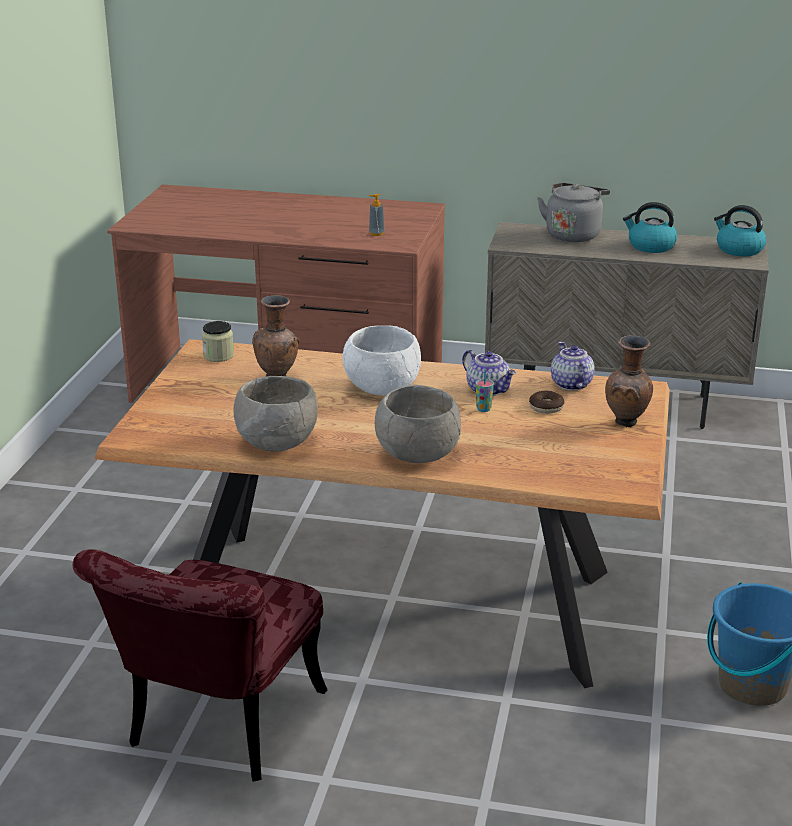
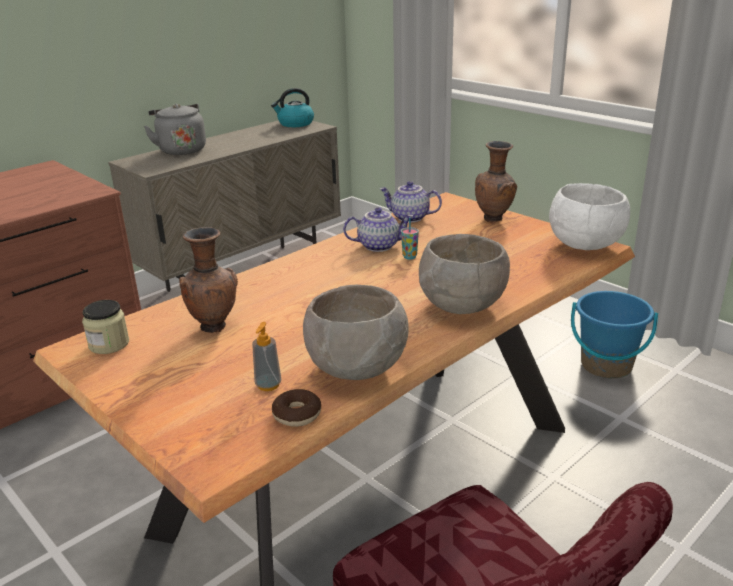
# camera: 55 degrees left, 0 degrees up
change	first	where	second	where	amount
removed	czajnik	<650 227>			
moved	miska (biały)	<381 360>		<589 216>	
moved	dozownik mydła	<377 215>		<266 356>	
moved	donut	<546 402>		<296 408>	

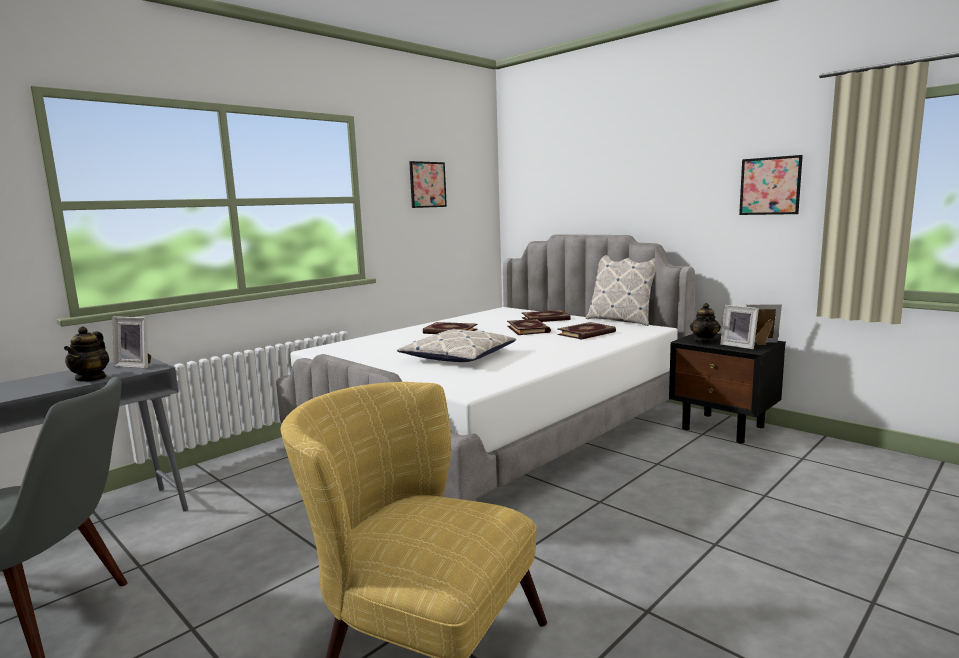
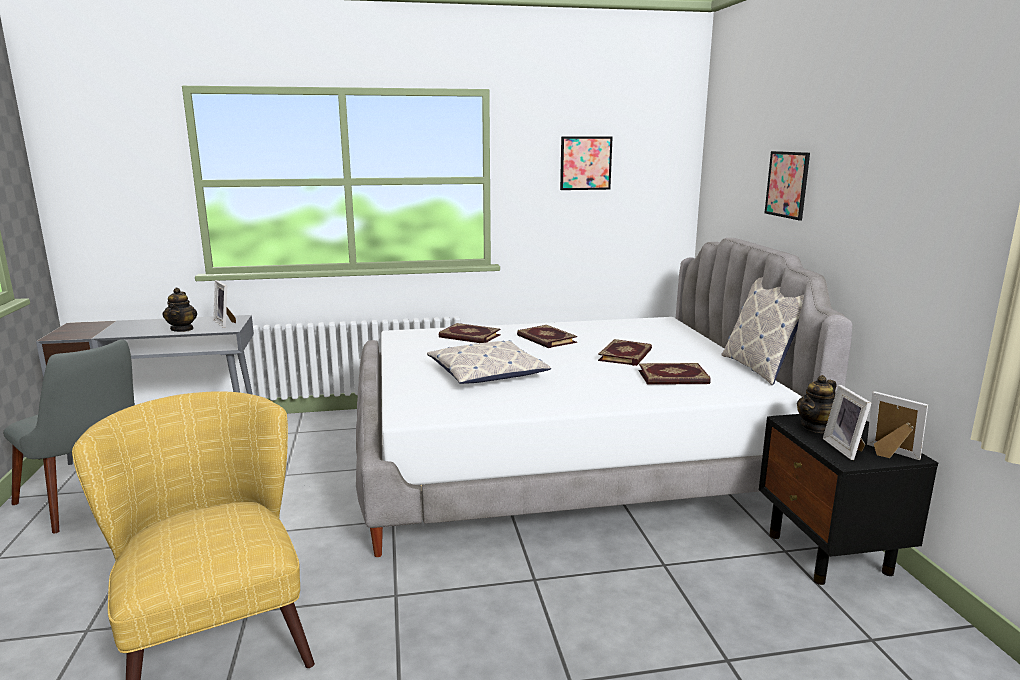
# camera: 35 degrees right, 5 degrees up
change	first	where	second	where	amount
moved	książka	<546 316>		<470 333>	
moved	obraz	<771 185>		<787 185>	
turned	imbryk	<86 354>		<180 310>	45 degrees counterclockwise

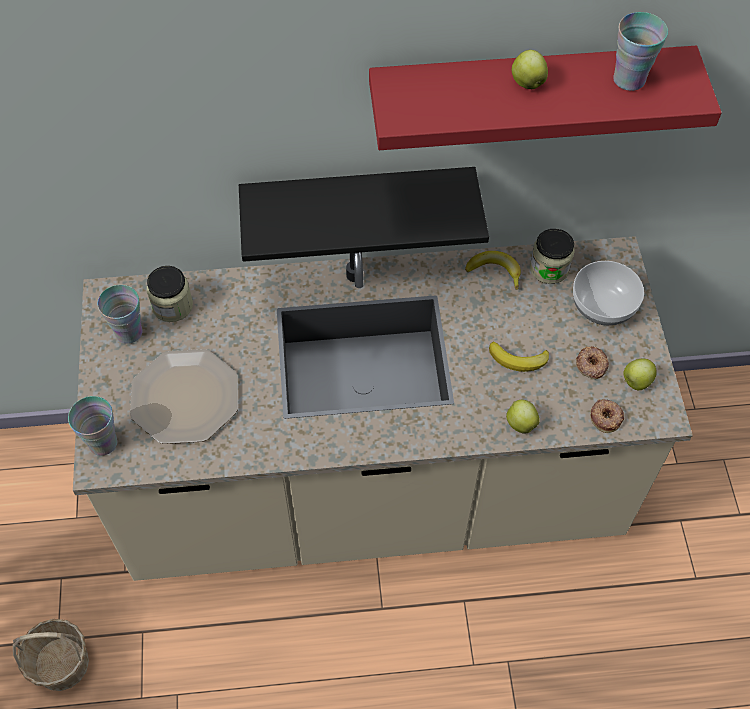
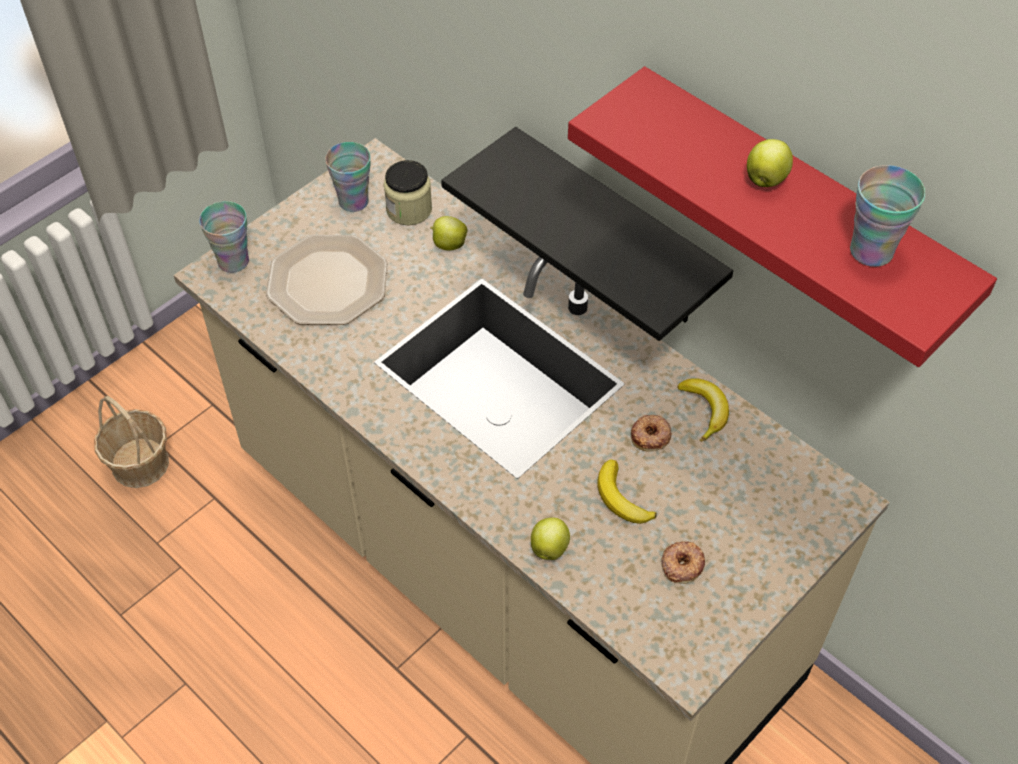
# camera: 50 degrees right, 5 degrees down
change	first	where	second	where	amount
removed	słoik	<552 256>			
removed	miska	<608 293>			
moved	donut	<607 416>		<651 433>	
moved	jabłko	<640 374>		<449 233>	

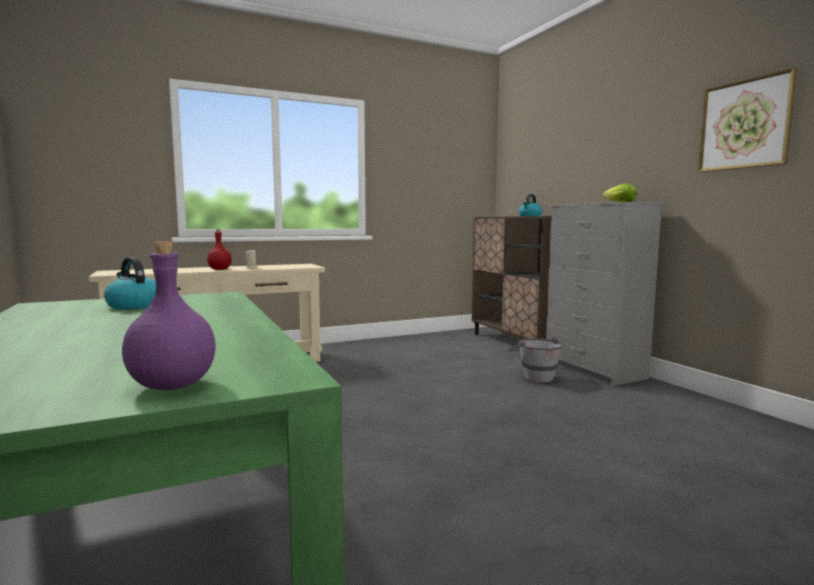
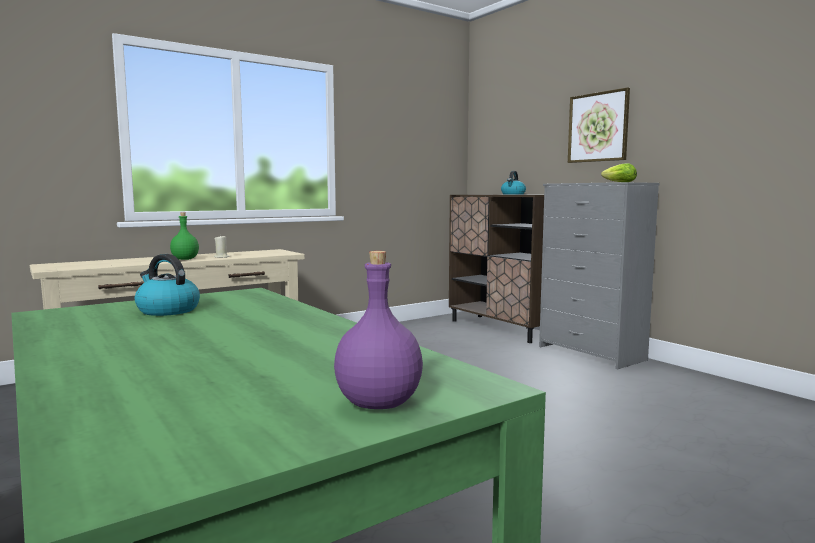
# camera: 10 degrees left, 0 degrees up
change	first	where	second	where	amount
removed	wiadro (szary)	<535 359>			
moved	obraz	<748 120>		<599 125>	
recoloured	butelka (czerwony)	<219 249>	butelka (zielony)	<184 236>	

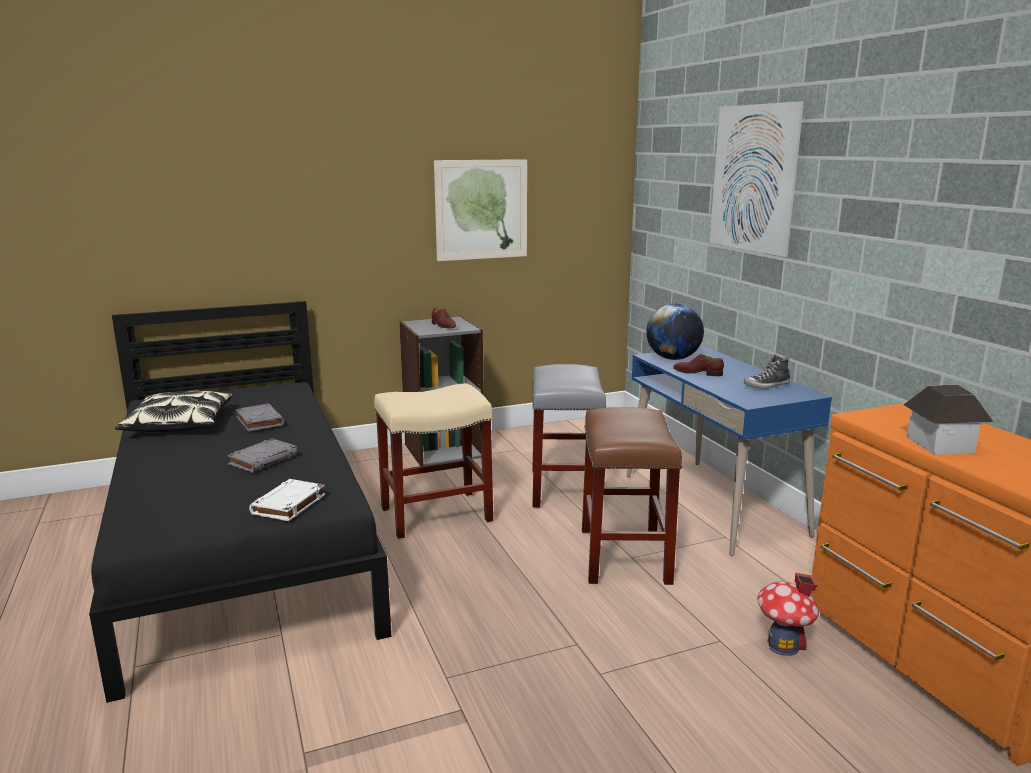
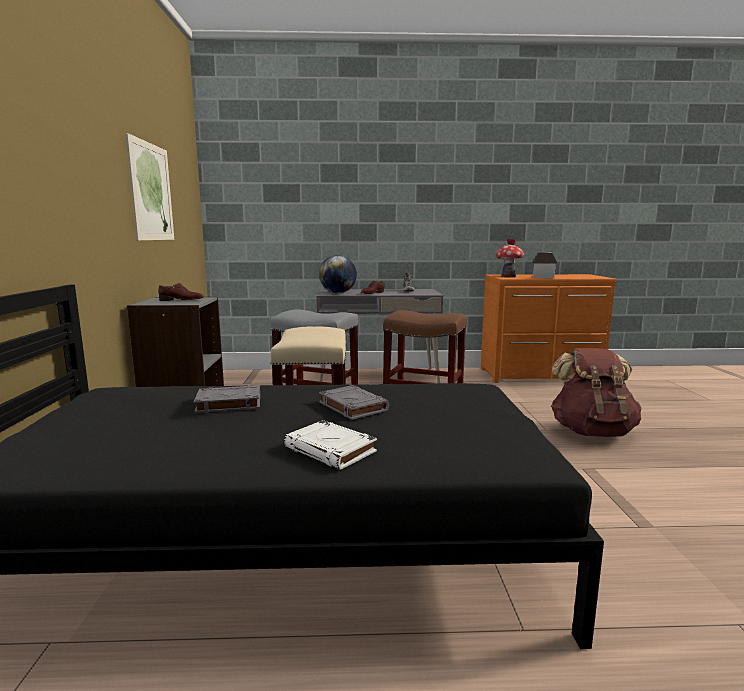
# camera: 70 degrees left, 5 degrees down
change	first	where	second	where	amount
removed	poduszka	<174 411>			
removed	obraz	<756 179>			
added			plecak (brązowy)	<596 392>	
moved	książka (biały)	<287 500>		<330 445>	
moved	domek	<788 614>		<510 258>	
recoloured	biurko (niebieski)	<729 451>	biurko (szary)	<380 336>	

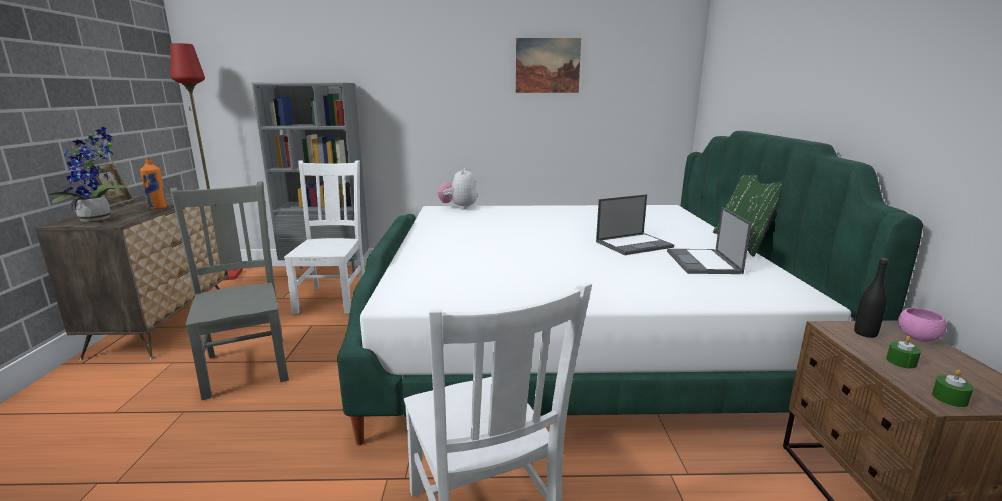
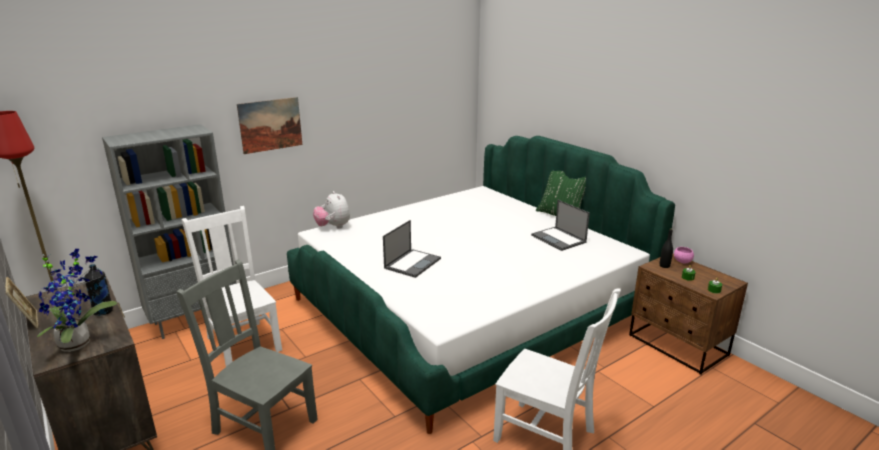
# camera: 35 degrees left, 5 degrees up
change	first	where	second	where	amount
moved	obraz	<548 65>		<269 125>	
moved	laptop	<635 224>		<412 249>	
recoloured	butelka (pomarańczowy)	<153 184>	butelka (czarny)	<98 290>	

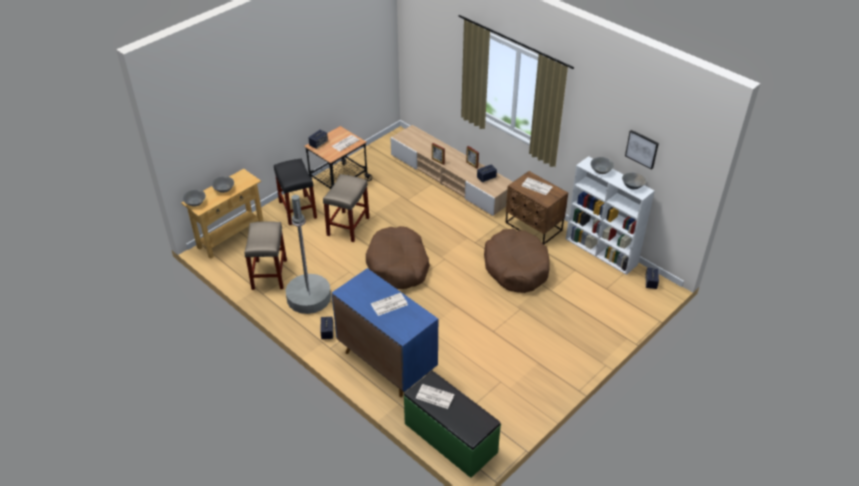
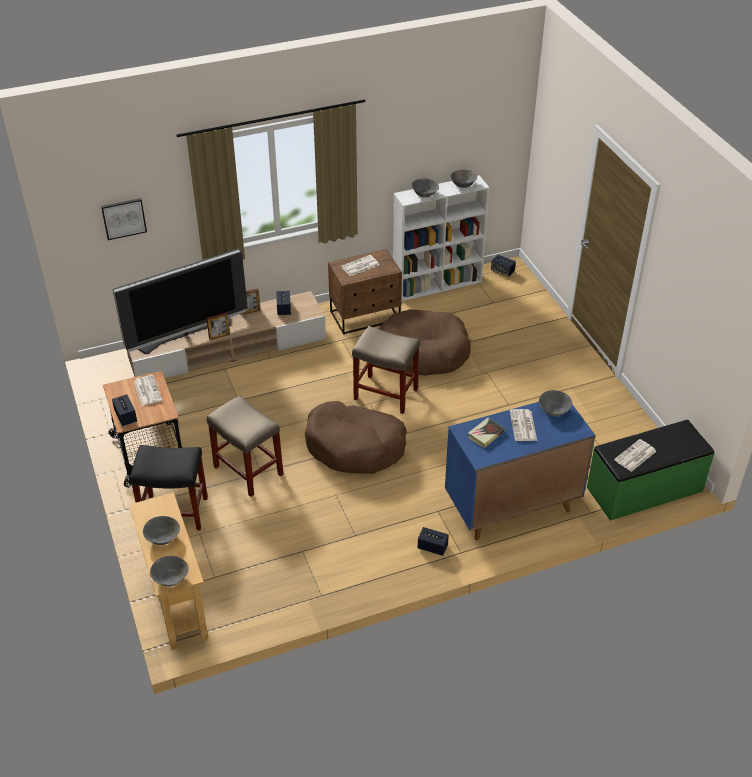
# camera: 65 degrees left, 0 degrees up
change	first	where	second	where	amount
removed	lampa stojąca (szary)	<308 254>			
added			telewizor	<180 301>	
added			książka	<486 433>	
added			miska (szary)	<555 403>	
moved	stołek (beżowy)	<266 255>		<386 370>	
moved	obraz	<642 149>		<124 219>	

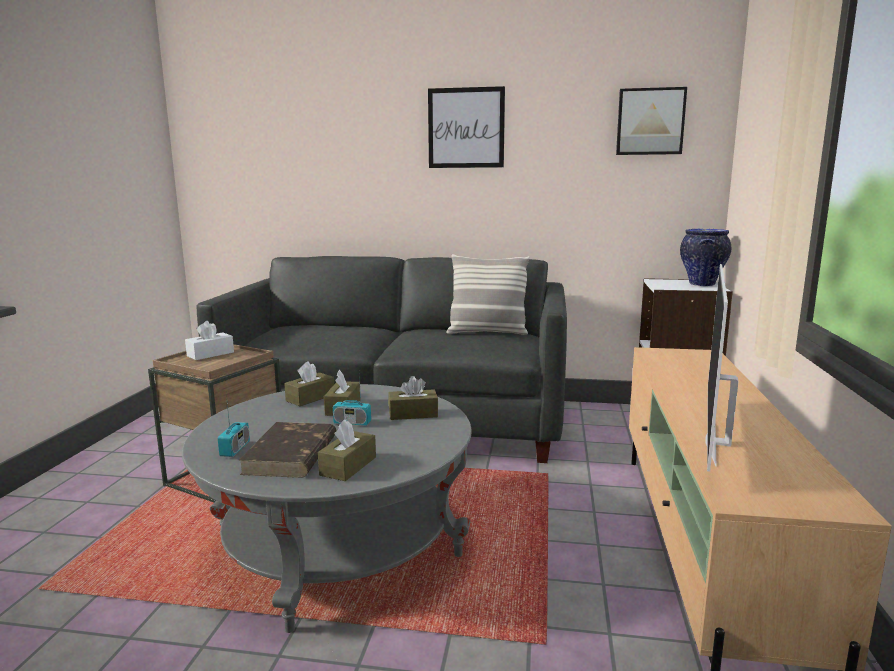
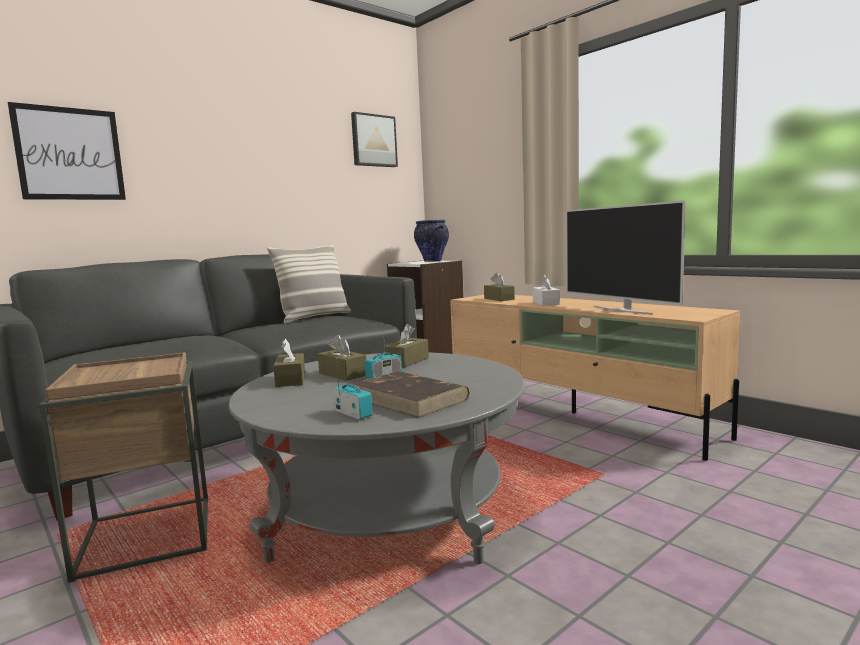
# camera: 50 degrees left, 5 degrees down
change	first	where	second	where	amount
moved	pudełko chusteczek (biały)	<209 340>		<546 290>	
moved	pudełko chusteczek (brązowy)	<347 450>		<499 287>	
moved	obraz	<466 127>		<67 151>	

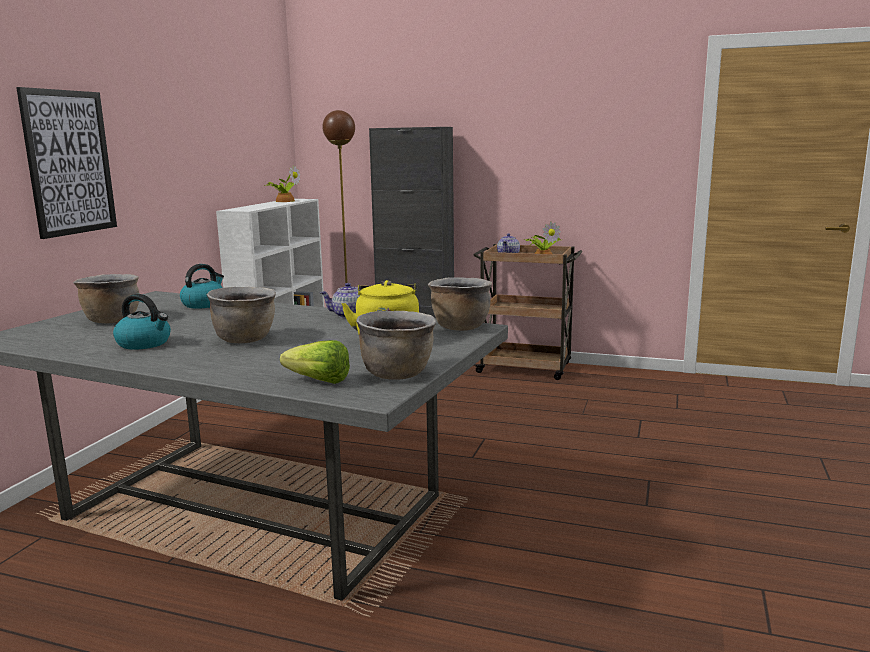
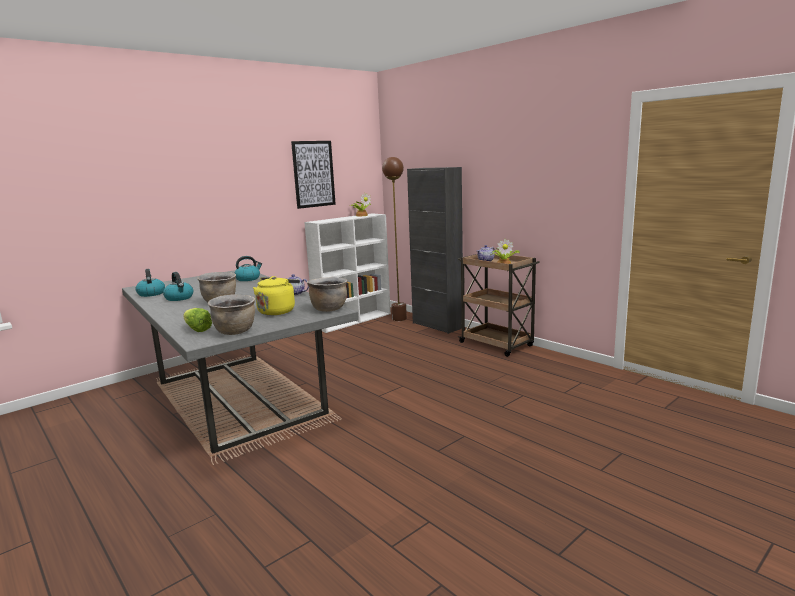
# camera: 30 degrees right, 0 degrees up
change	first	where	second	where	amount
removed	garnek (brązowy)	<106 298>			
added			czajnik	<150 283>	
moved	obraz	<66 163>		<313 175>	

